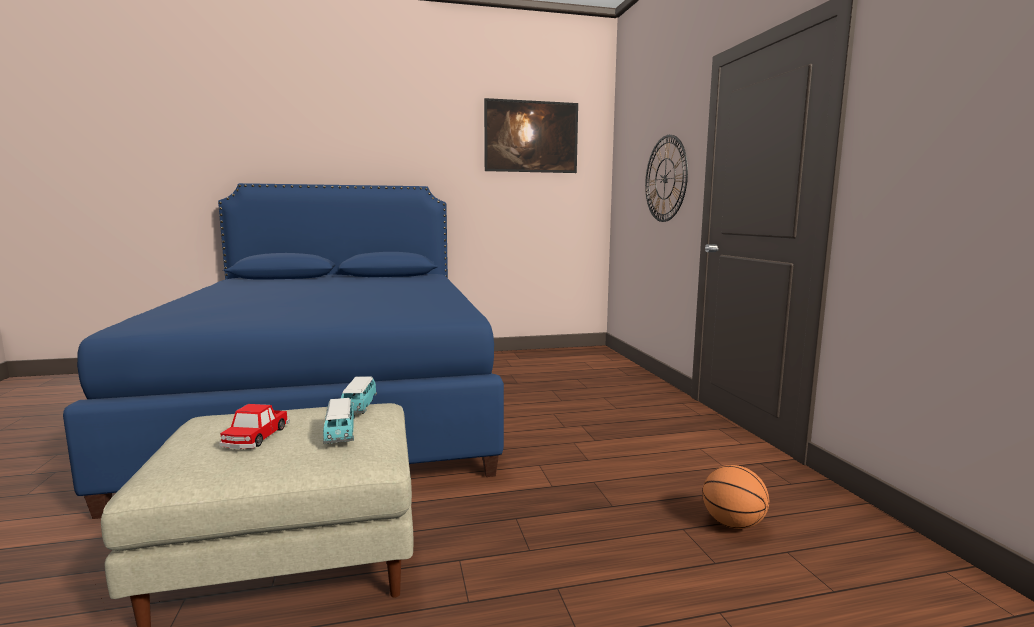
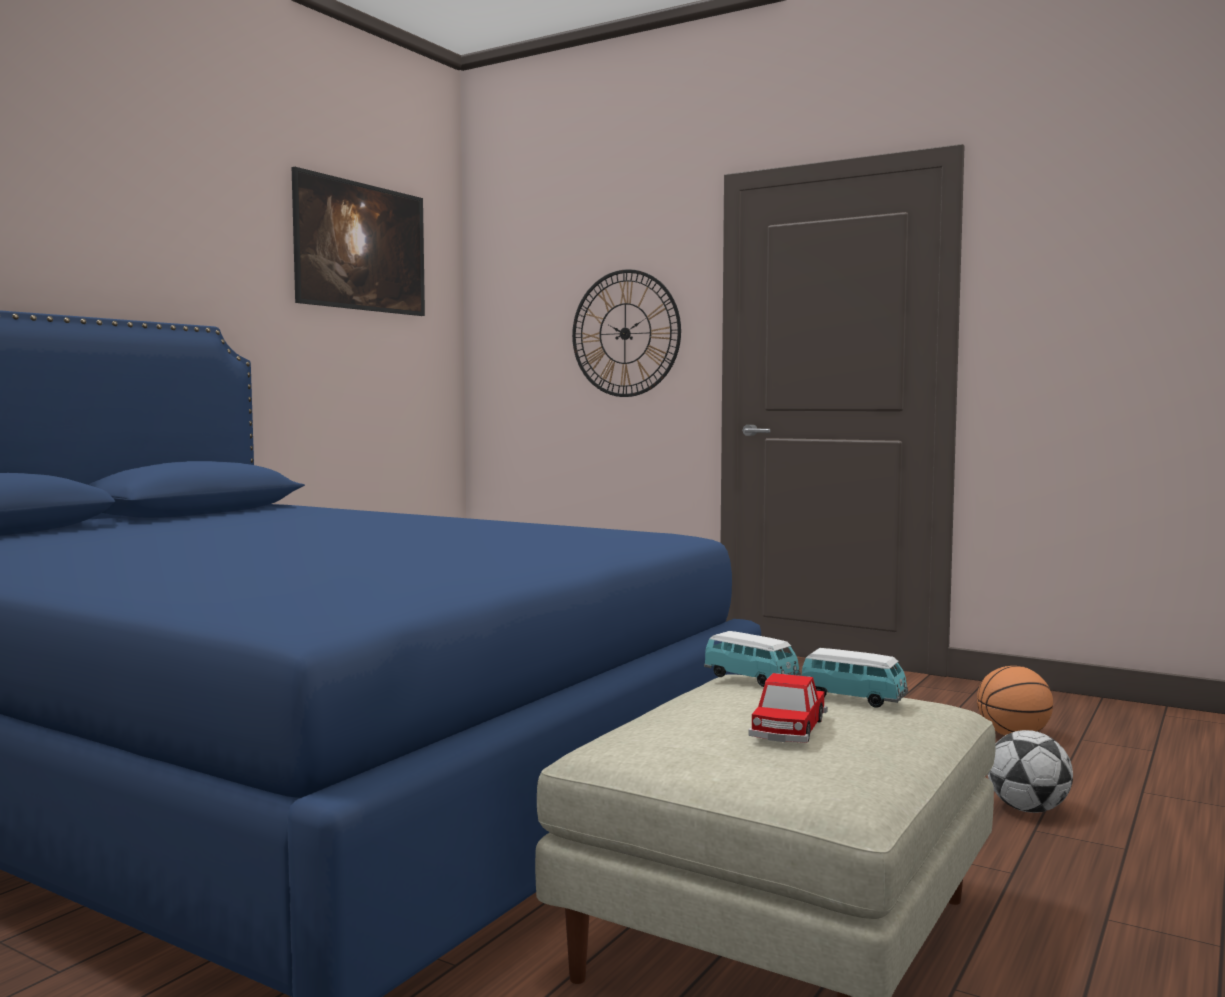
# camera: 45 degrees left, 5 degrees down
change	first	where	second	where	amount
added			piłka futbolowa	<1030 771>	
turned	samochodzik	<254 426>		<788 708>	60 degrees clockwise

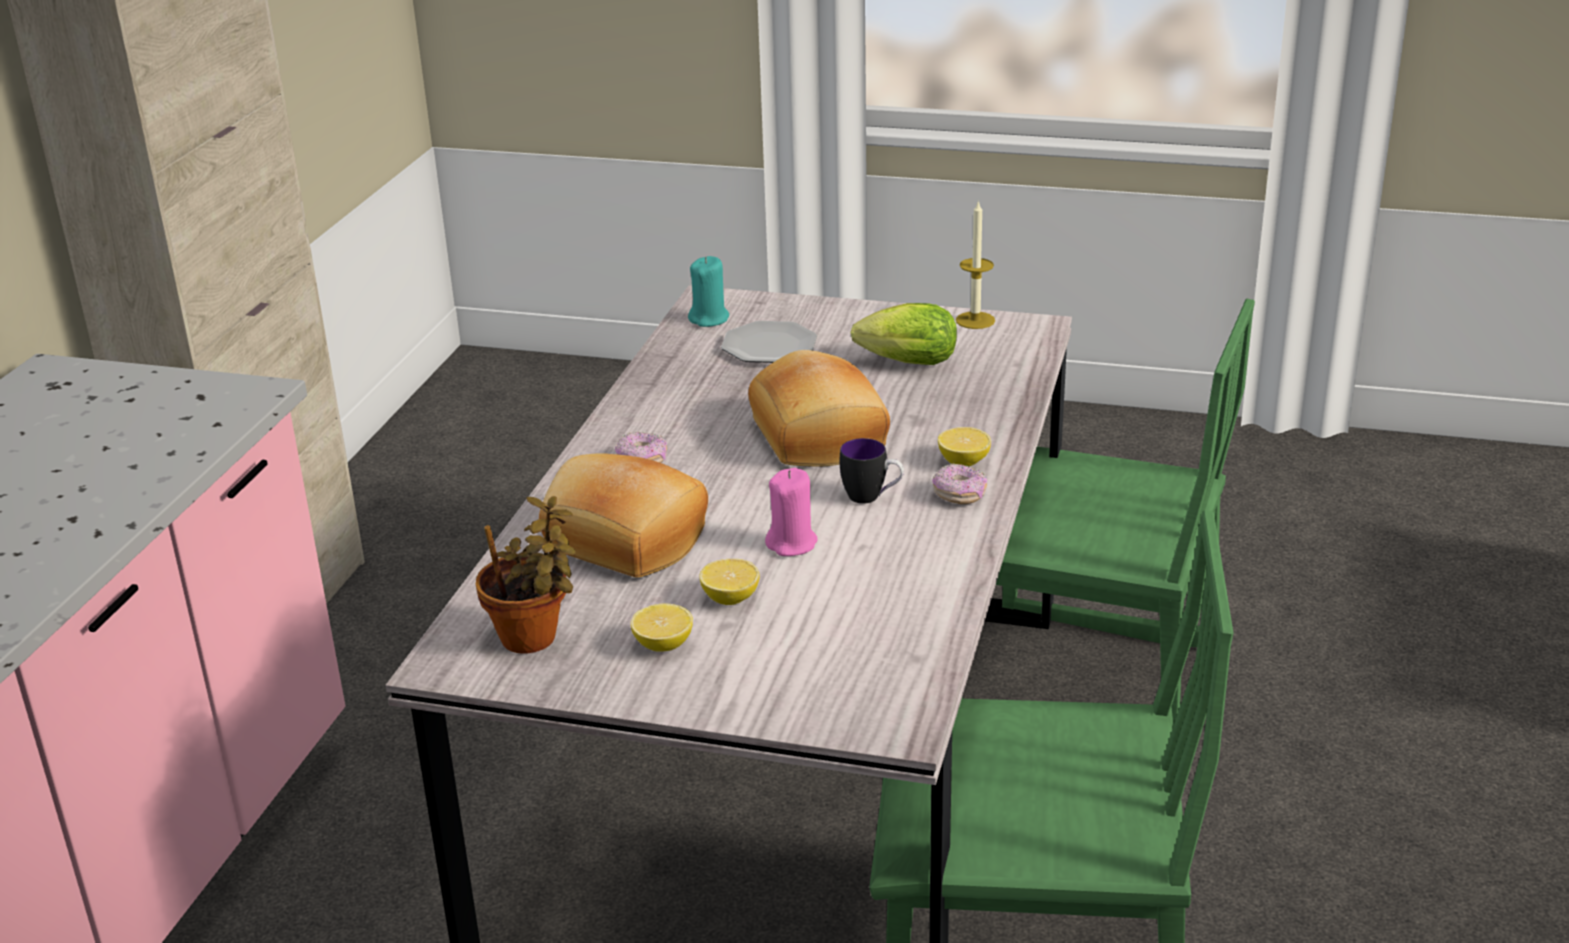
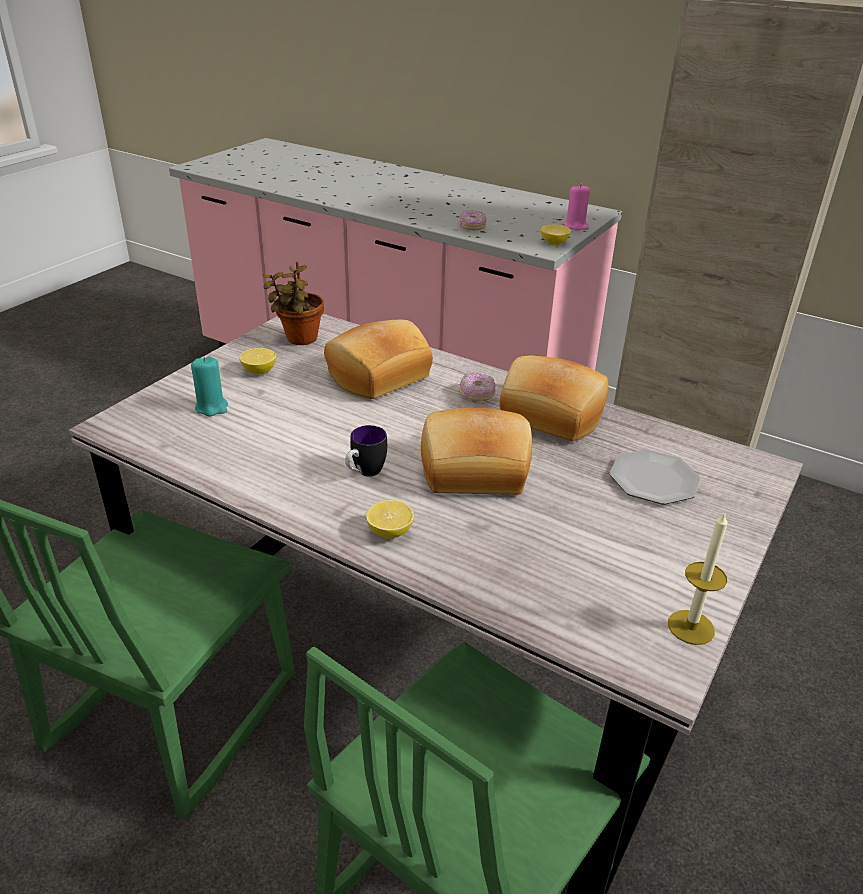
# camera: 105 degrees right, 5 degrees up
change	first	where	second	where	amount
removed	sałata	<904 334>			
added			chleb	<553 399>	
moved	świeca (turkusowy)	<708 291>		<209 386>	
moved	cytryna	<729 582>		<556 234>	
moved	świeca (różowy)	<791 512>		<577 207>	
moved	donut	<959 483>		<473 220>	

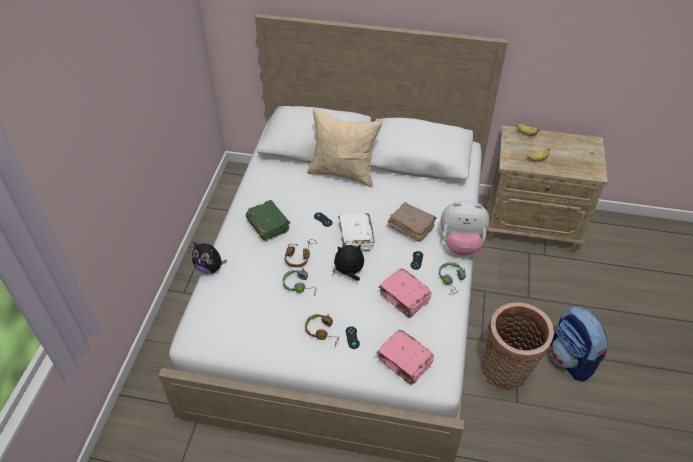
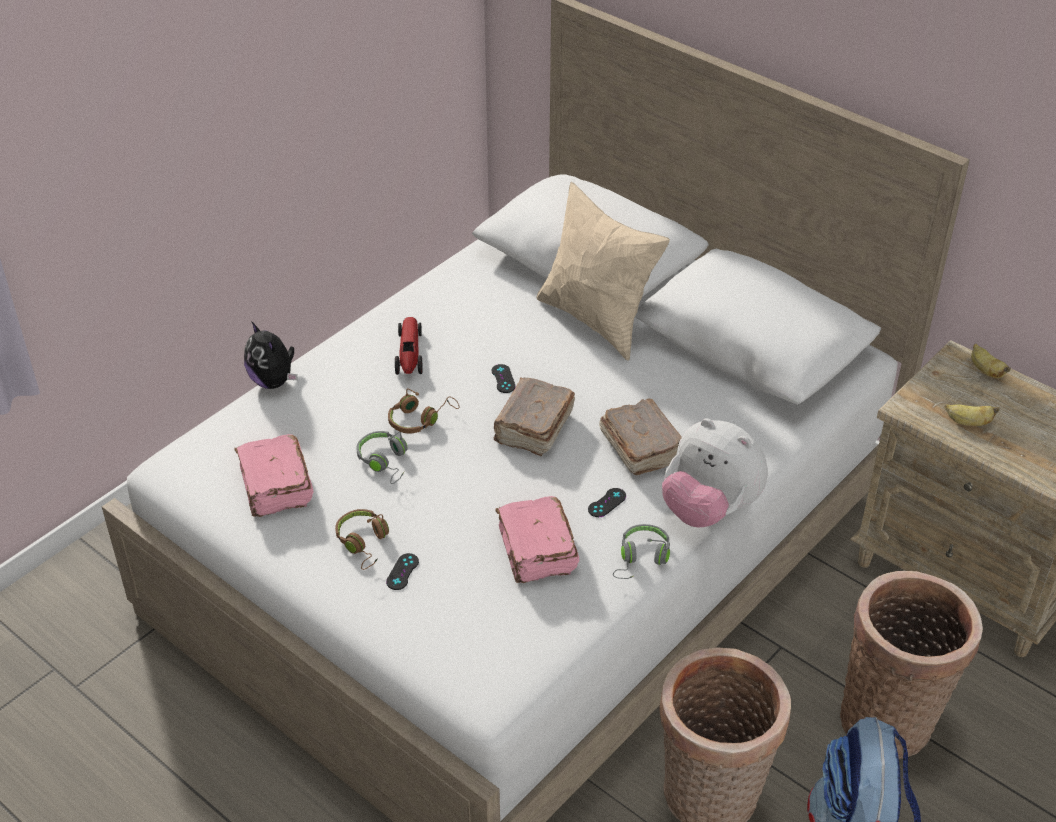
# camera: 30 degrees right, 5 degrees down
change	first	where	second	where	amount
removed	pluszak	<348 262>			
added			koszyk	<911 665>	
moved	książka (różowy)	<405 357>		<273 475>	
replaced	książka (zielony)	<268 220>	samochodzik	<408 346>	
recoloured	książka (biały)	<356 232>	książka (brązowy)	<534 417>	

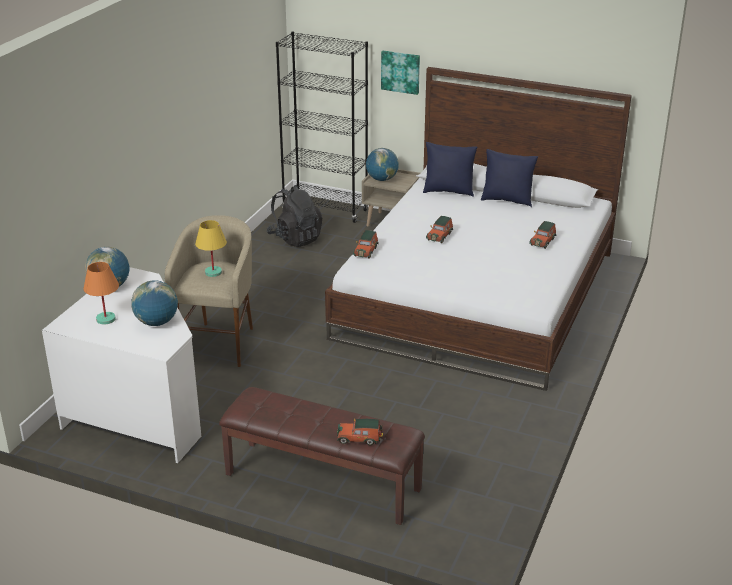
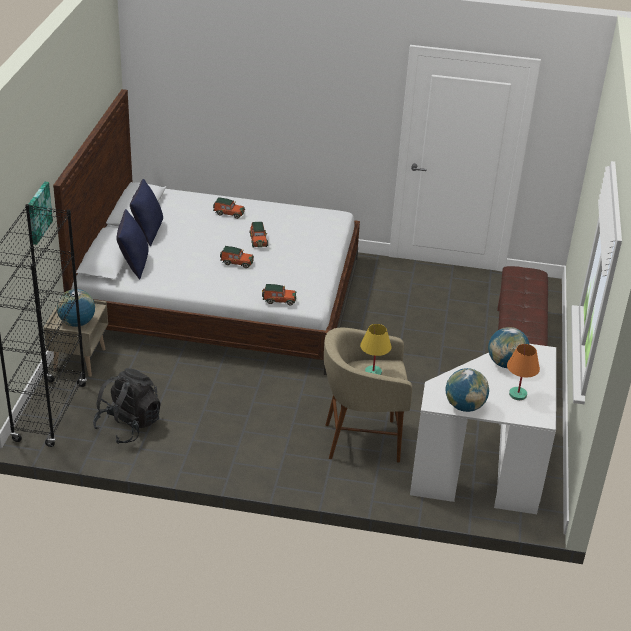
# camera: 105 degrees left, 5 degrees up
change	first	where	second	where	amount
moved	samochodzik	<360 432>		<258 235>	

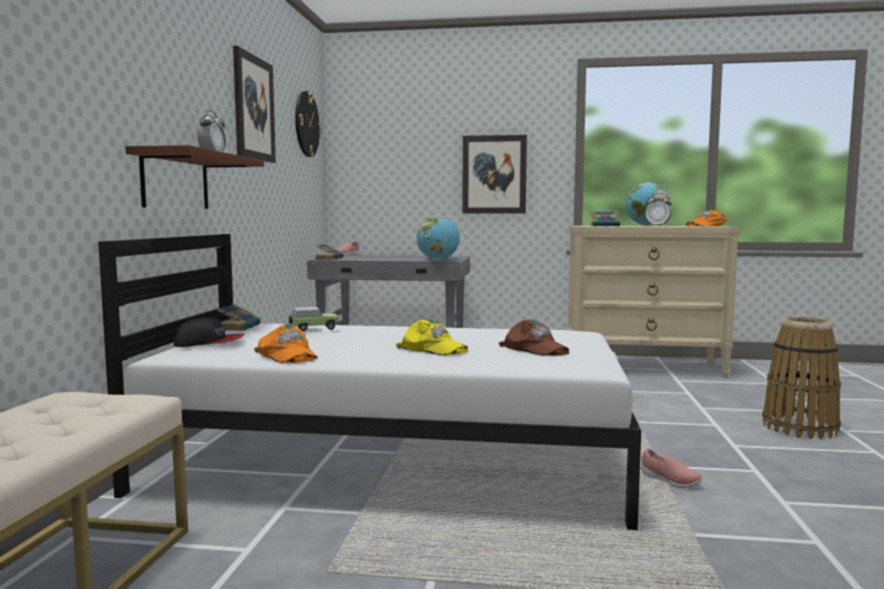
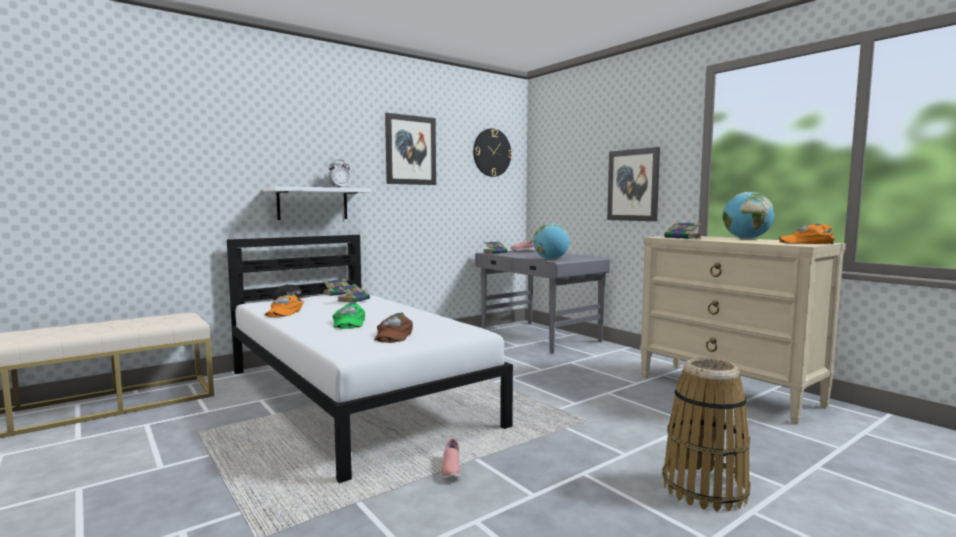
# camera: 45 degrees right, 0 degrees up
change	first	where	second	where	amount
removed	budzik	<659 209>			
replaced	samochodzik	<314 319>	książka	<353 293>	
recoloured	półka (brązowy)	<194 177>	półka (biały)	<317 203>	
recoloured	czapka z daszkiem (żółty)	<432 337>	czapka z daszkiem (zielony)	<348 315>	

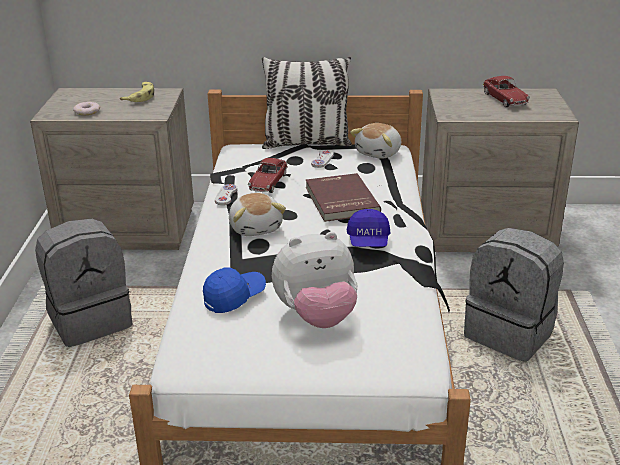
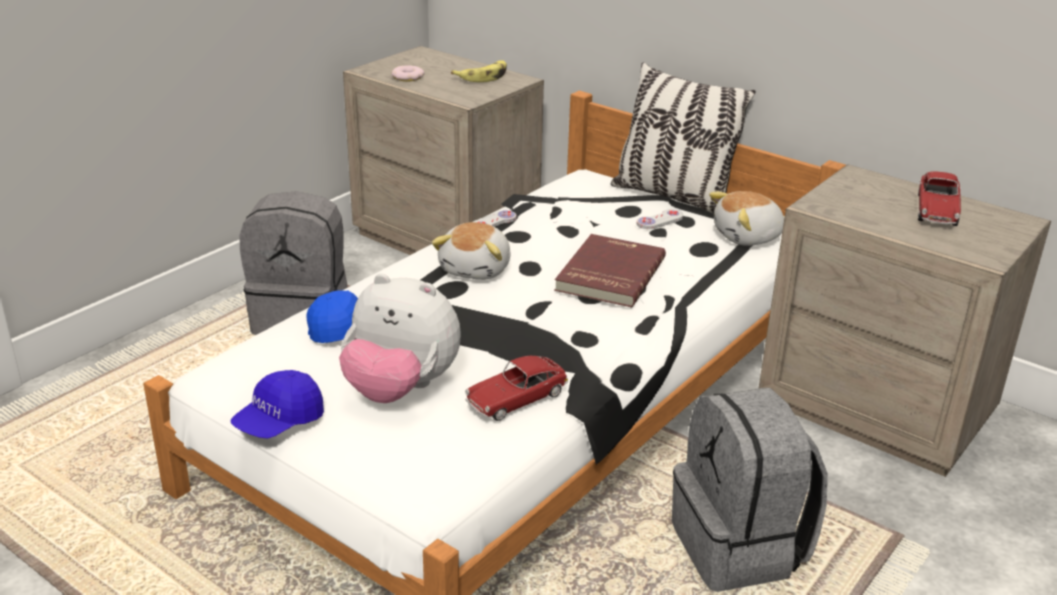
# camera: 35 degrees right, 0 degrees up
change	first	where	second	where	amount
moved	samochodzik	<268 175>		<516 388>	
moved	czapka z daszkiem (niebieski)	<368 228>		<277 404>	

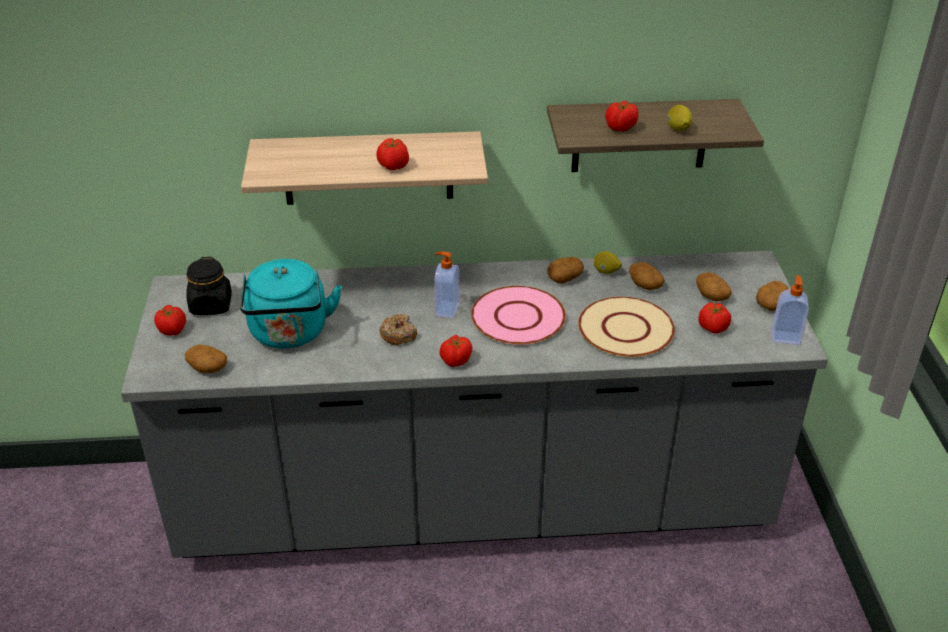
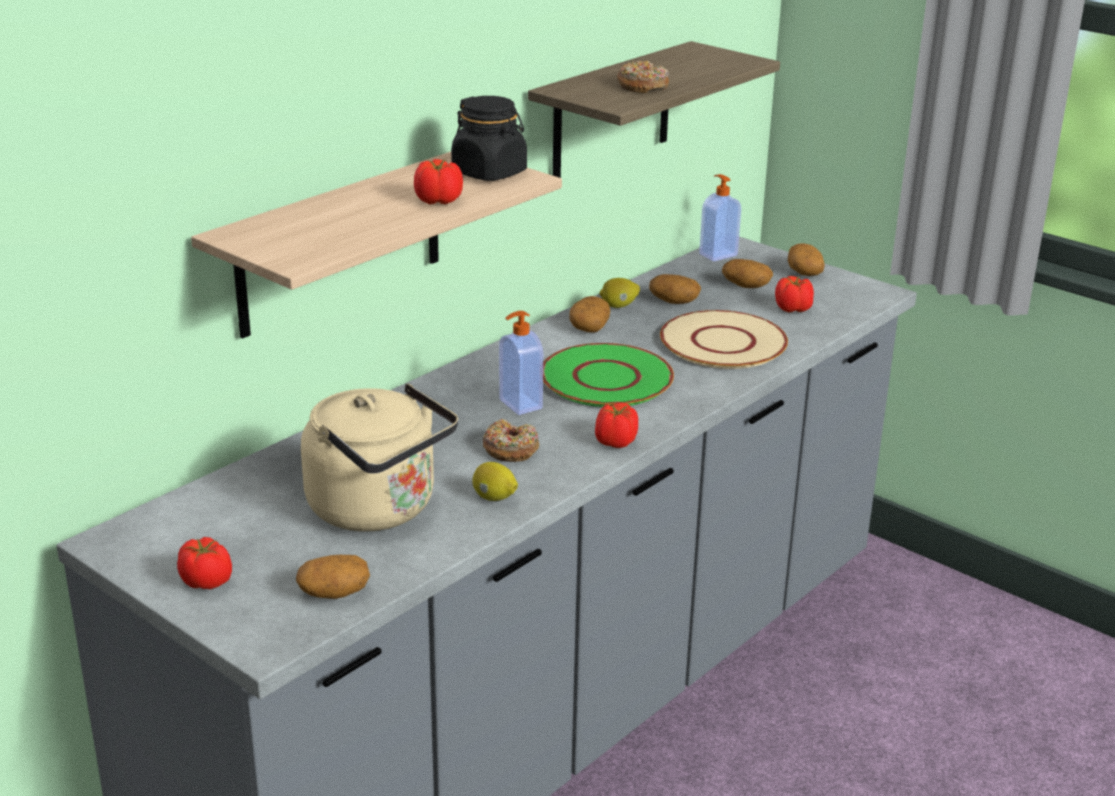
# camera: 45 degrees left, 10 degrees down
change	first	where	second	where	amount
moved	słoik (czarny)	<209 286>		<489 138>	
moved	cytryna	<679 118>		<495 481>	
moved	dozownik mydła	<790 310>		<720 217>	
replaced	pomidor	<621 116>	donut	<643 77>	
recoloured	czajnik (turkusowy)	<291 304>	czajnik (beżowy)	<379 457>	
recoloured	talerz (różowy)	<518 315>	talerz (zielony)	<608 375>	

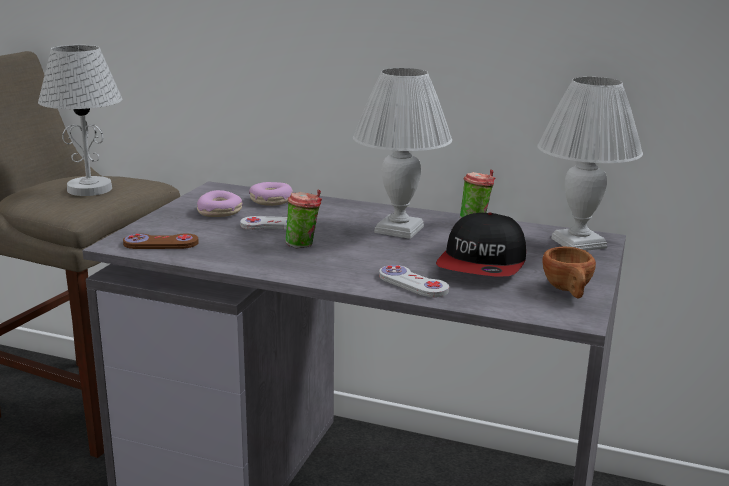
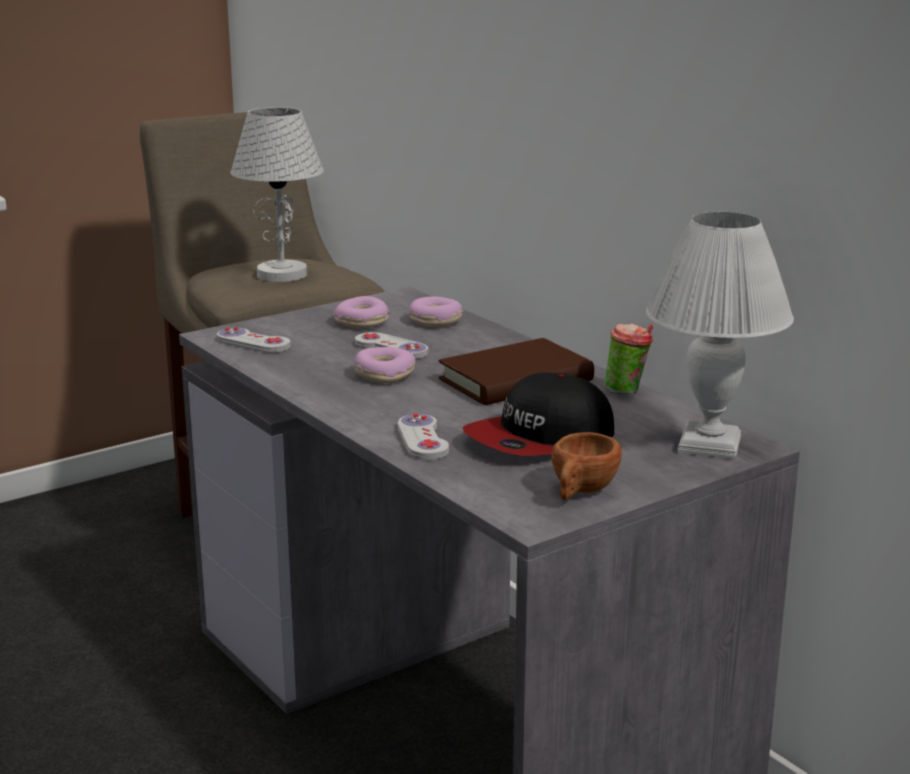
# camera: 35 degrees right, 0 degrees up
change	first	where	second	where	amount
replaced	filiżanka	<303 219>	donut	<384 365>	
replaced	lampa stołowa (biały)	<402 153>	książka (brązowy)	<516 371>	
recoloured	pad do gier (brązowy)	<161 241>	pad do gier (biały)	<254 340>	

